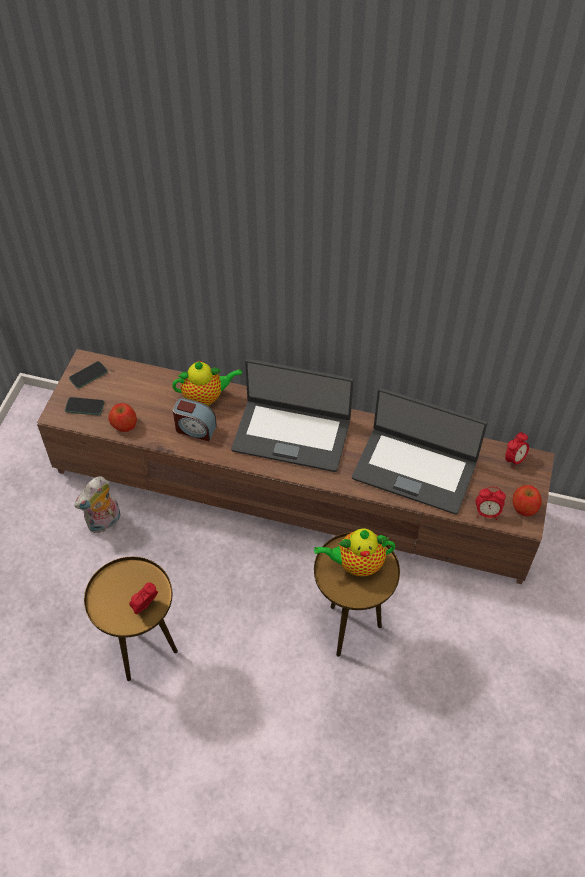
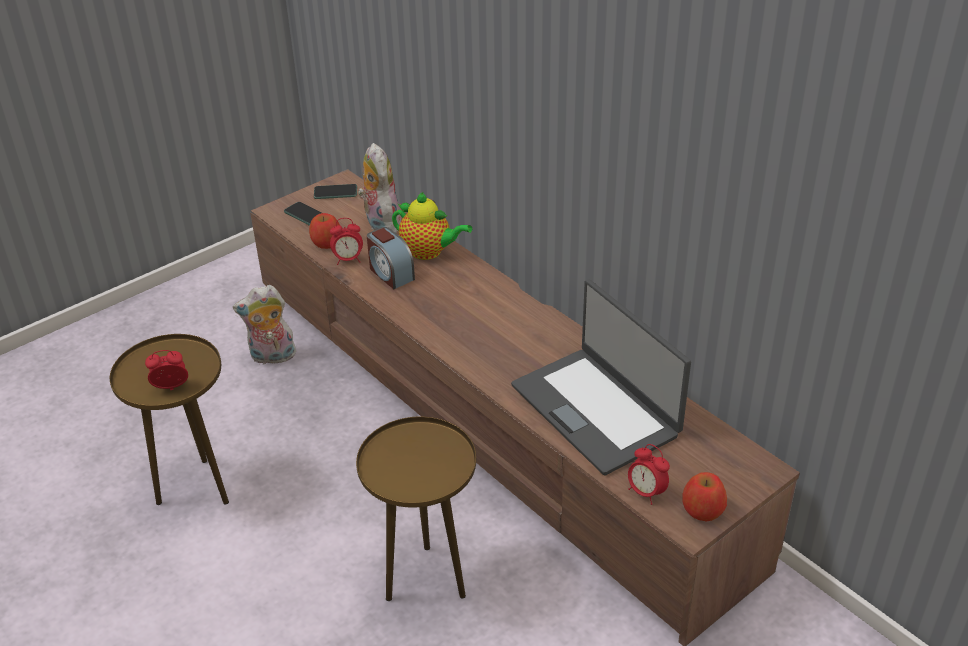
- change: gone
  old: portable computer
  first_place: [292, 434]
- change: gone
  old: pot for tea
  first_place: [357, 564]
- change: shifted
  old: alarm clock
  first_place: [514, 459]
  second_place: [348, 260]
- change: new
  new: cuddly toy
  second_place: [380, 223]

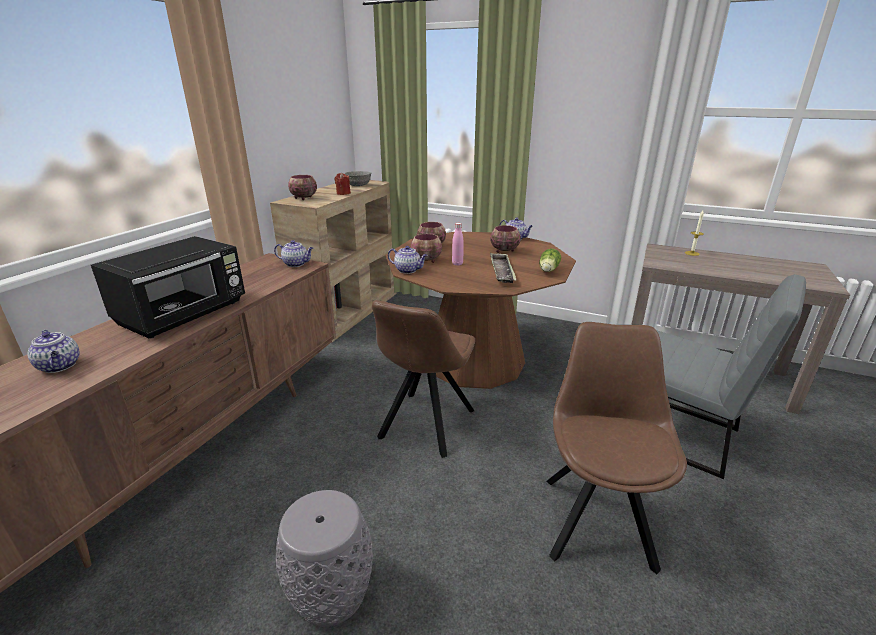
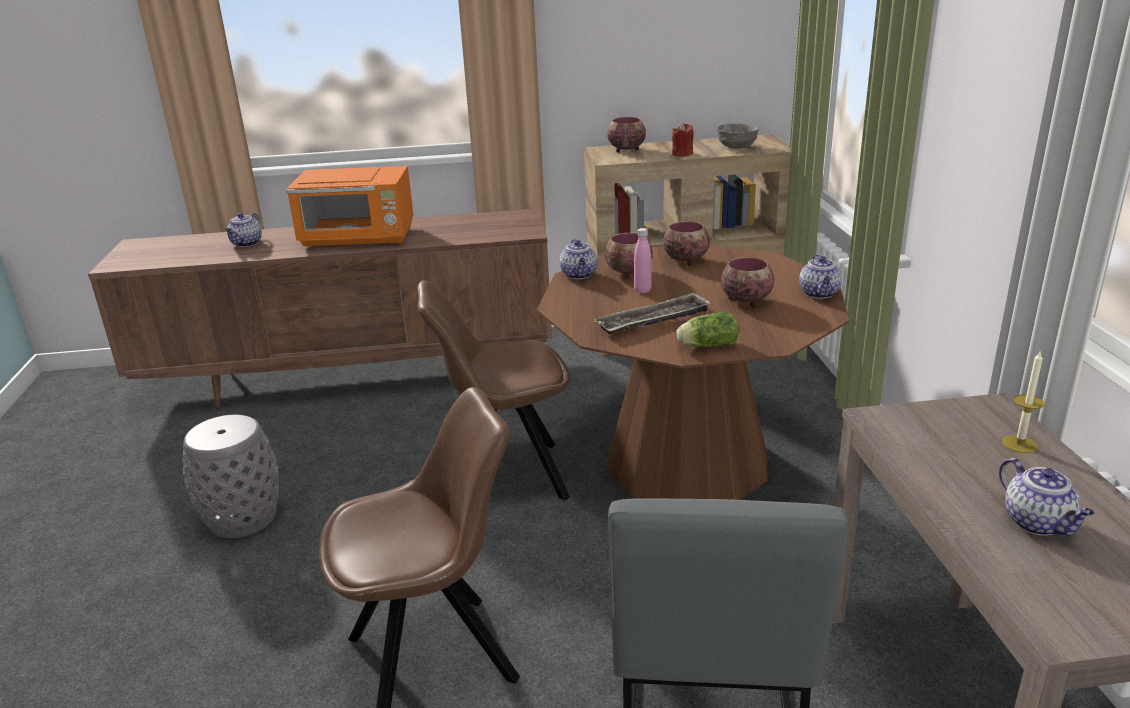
- change: repainted
  old: microwave oven/black
  new: microwave oven/orangey
  first_place: [185, 314]
  second_place: [359, 238]
- change: shifted
  old: pot for tea
  first_place: [296, 264]
  second_place: [1038, 523]

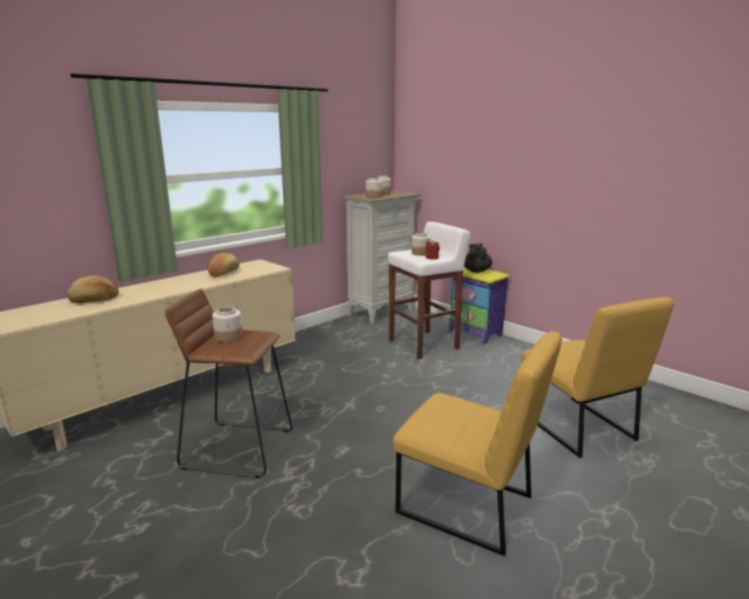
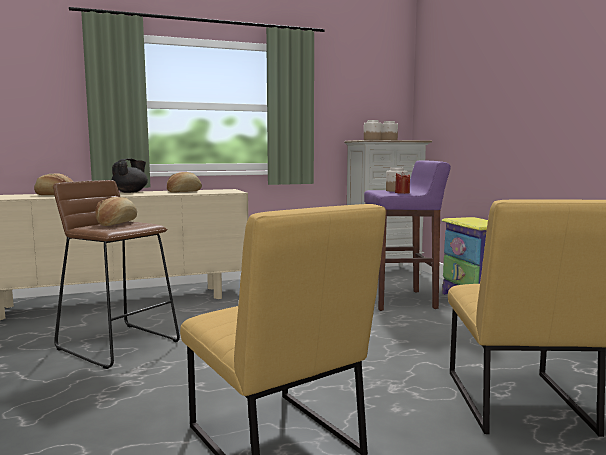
- change: swapped
  old: storage jar
  new: bread
  first_place: [229, 337]
  second_place: [117, 223]
- change: repainted
  old: stool/white-coloured
  new: stool/purplish
  first_place: [424, 344]
  second_place: [401, 300]
- change: shifted
  old: pot for tea/black
  first_place: [476, 271]
  second_place: [130, 192]

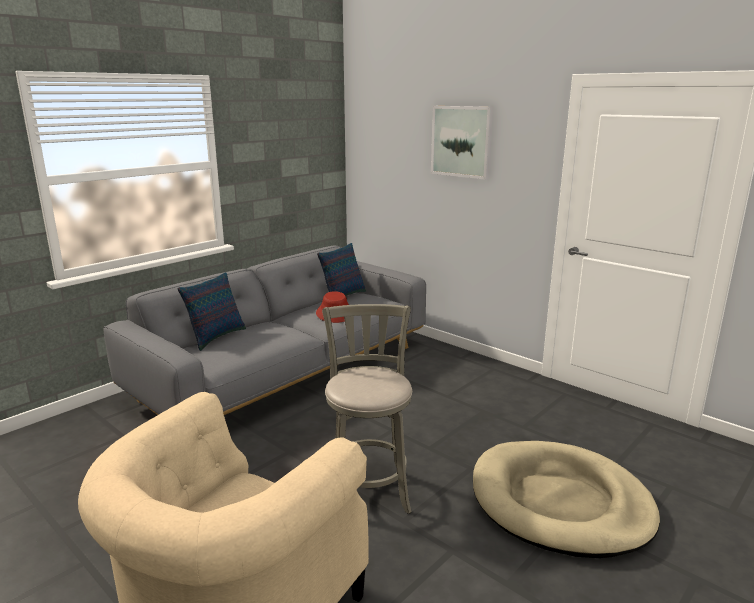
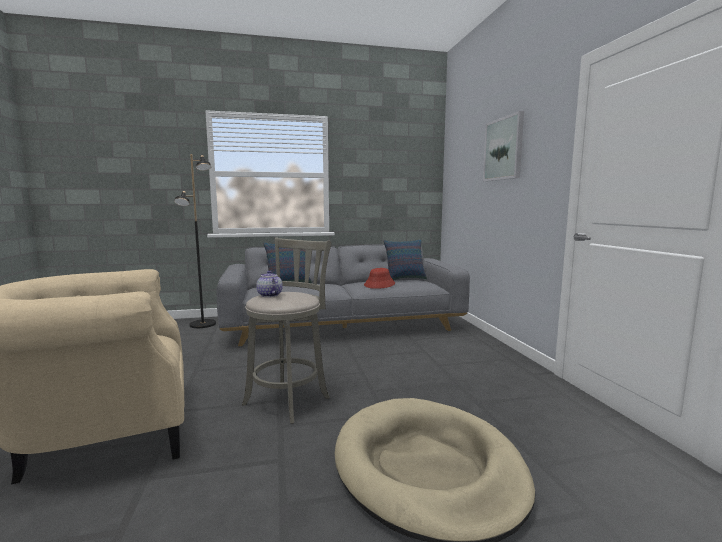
- change: new
  new: standing lamp/black
  second_place: [203, 324]
- change: new
  new: pot for tea
  second_place: [269, 295]

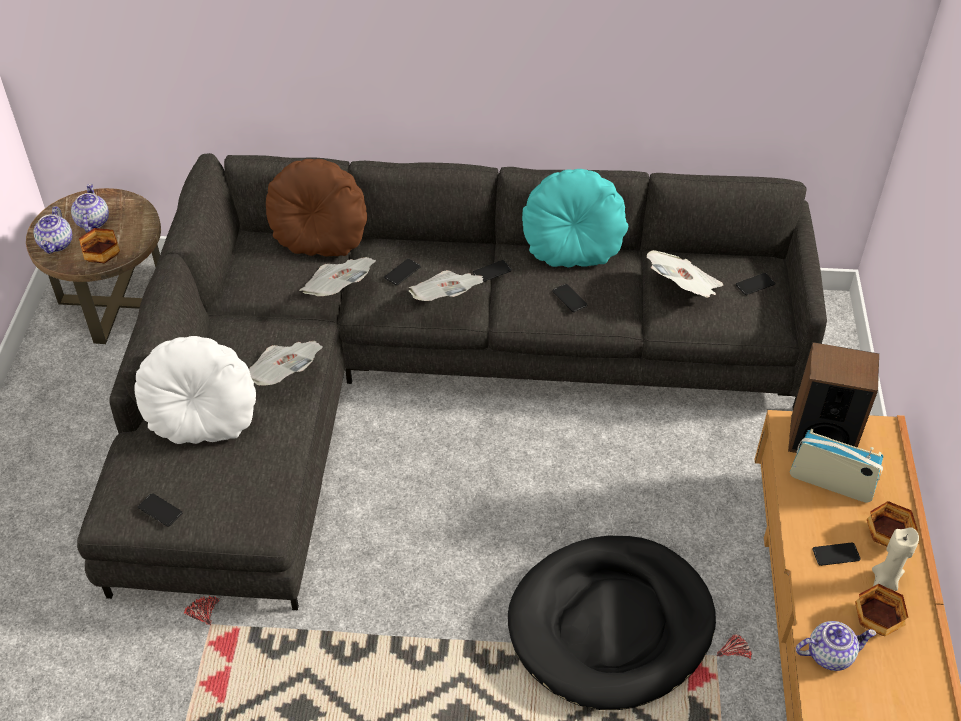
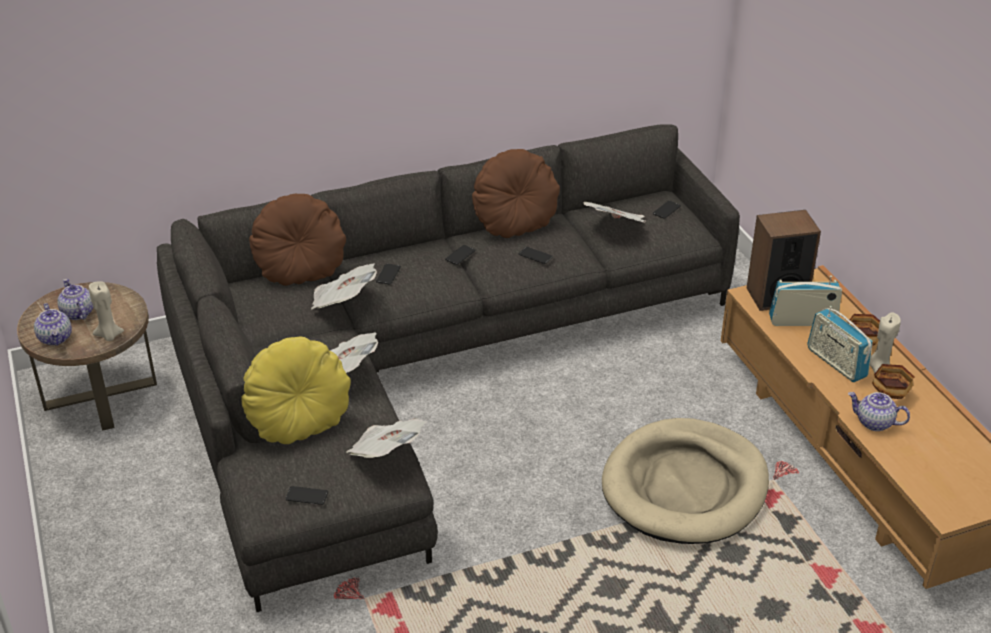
- change: swapped
  old: serving bowl
  new: wax candle/beige-coloured
  first_place: [103, 257]
  second_place: [109, 335]
- change: repainted
  old: throw pillow/white-coloured
  new: throw pillow/yellowish
  first_place: [204, 426]
  second_place: [300, 427]
- change: shifted
  old: newspaper
  first_place: [445, 299]
  second_place: [387, 453]
- change: repainted
  old: dog cushion/black
  new: dog cushion/beige-coloured
  first_place: [611, 625]
  second_place: [685, 486]
- change: repainted
  old: throw pillow/turquoise
  new: throw pillow/brown-coloured
  first_place: [572, 254]
  second_place: [515, 227]
- change: rotated
  old: pot for tea
  first_place: [830, 654]
  second_place: [874, 423]
  degrees: -120
- change: swapped
  old: telephone
  new: radio
  first_place: [836, 554]
  second_place: [836, 363]

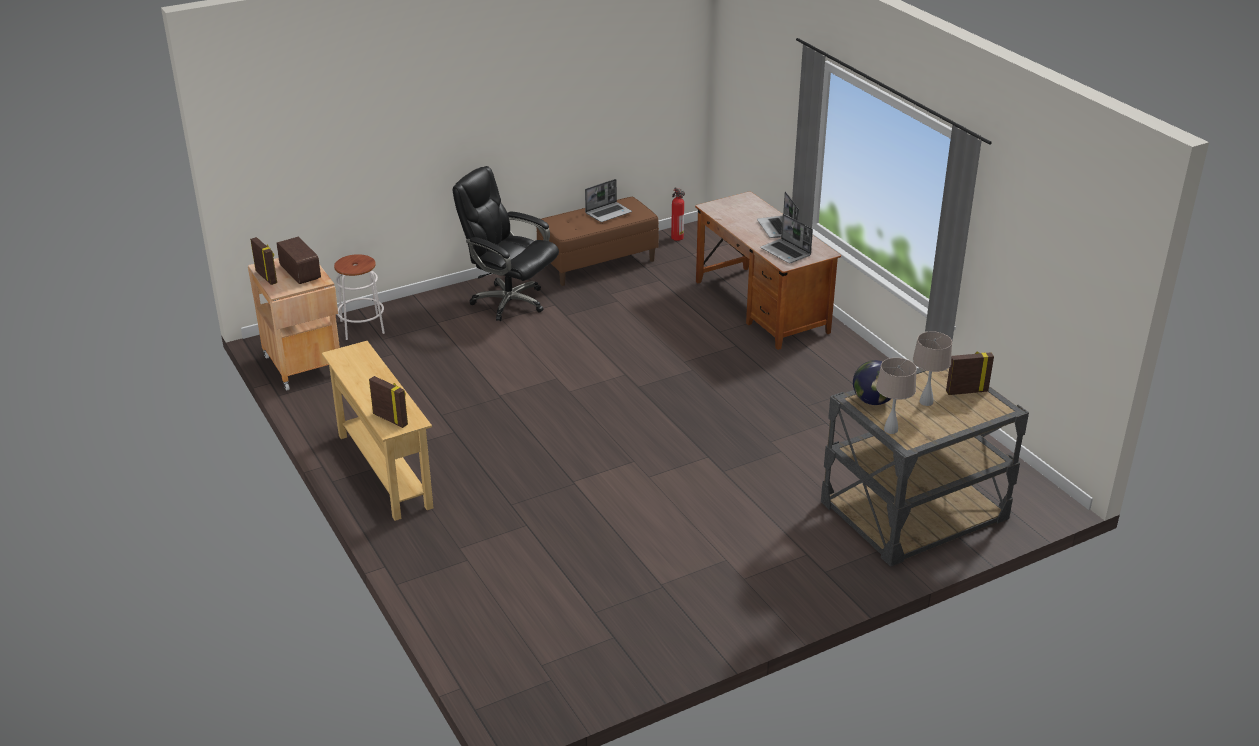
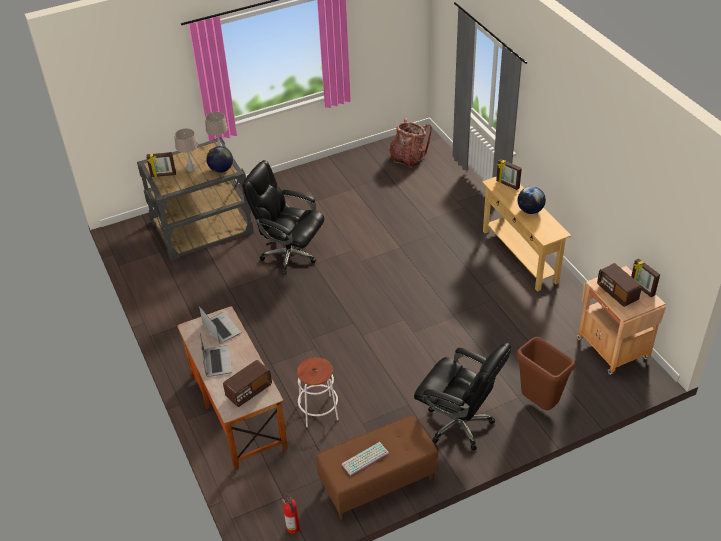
- change: shifted
  old: stool/white-coloured
  first_place: [362, 327]
  second_place: [318, 411]
- change: swapped
  old: portable computer
  new: computer keyboard
  first_place: [608, 213]
  second_place: [365, 459]
- change: new
  new: radio
  second_place: [249, 391]
- change: new
  new: desk chair/black
  second_place: [290, 255]
- change: new
  new: knapsack
  second_place: [408, 158]
- change: new
  new: desk globe
  second_place: [530, 210]
- change: new
  new: rubbish bin/brown-coloured
  second_place: [539, 403]

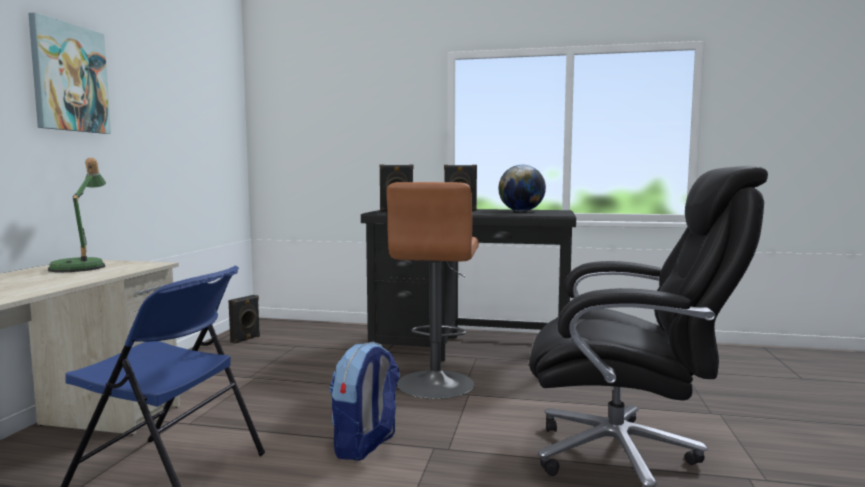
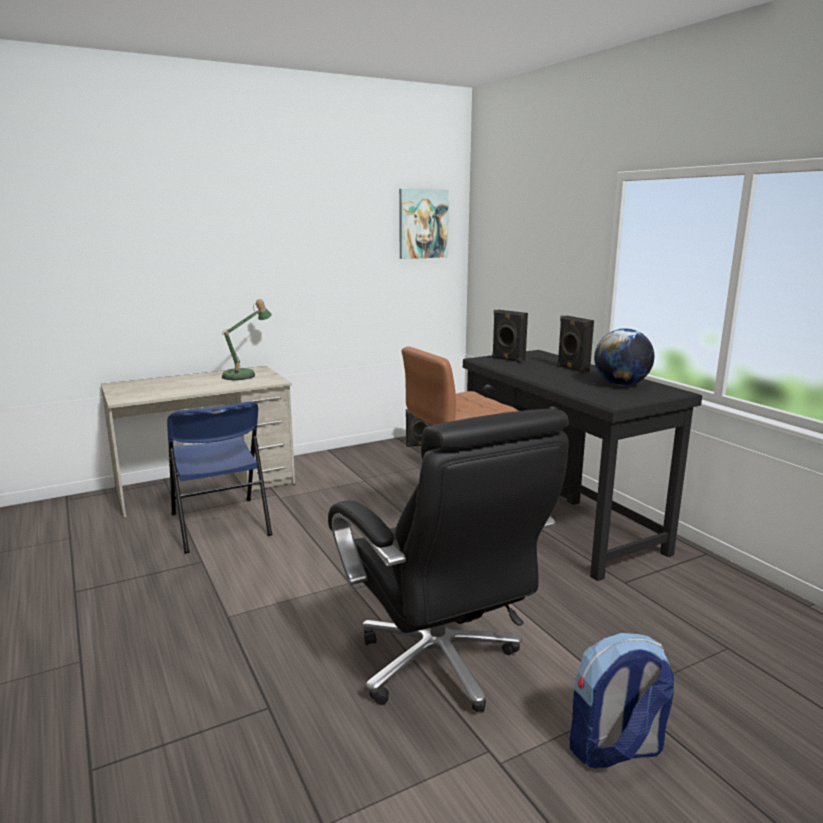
- change: shifted
  old: wall picture
  first_place: [69, 78]
  second_place: [423, 224]
- change: shifted
  old: knapsack
  first_place: [366, 445]
  second_place: [615, 750]

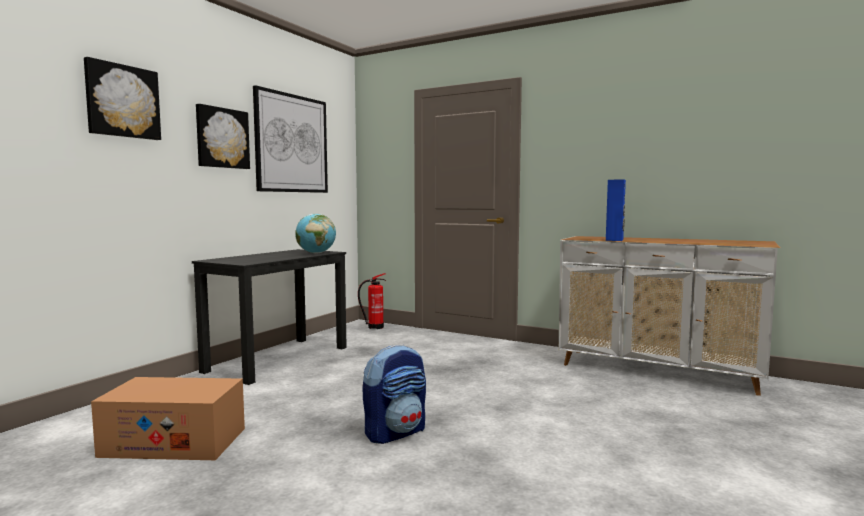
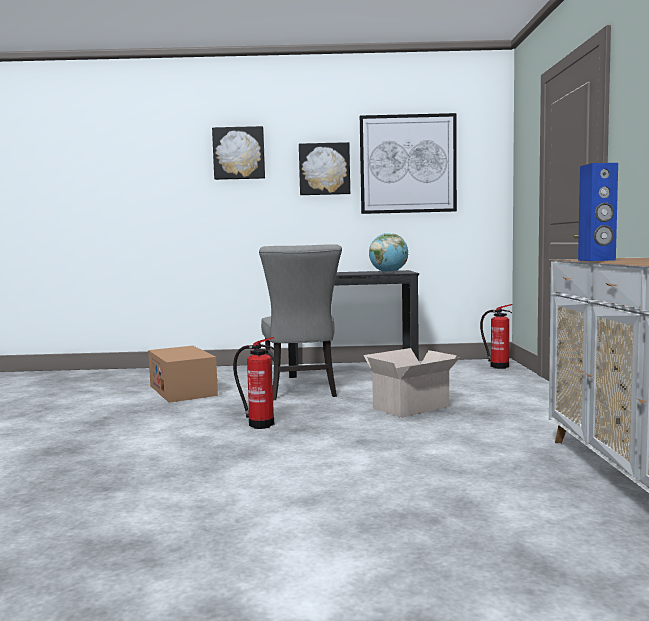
- change: swapped
  old: knapsack
  new: fire extinguisher
  first_place: [396, 432]
  second_place: [259, 424]
- change: new
  new: plain chair/greyish
  second_place: [302, 390]
- change: new
  new: cardboard box
  second_place: [413, 407]

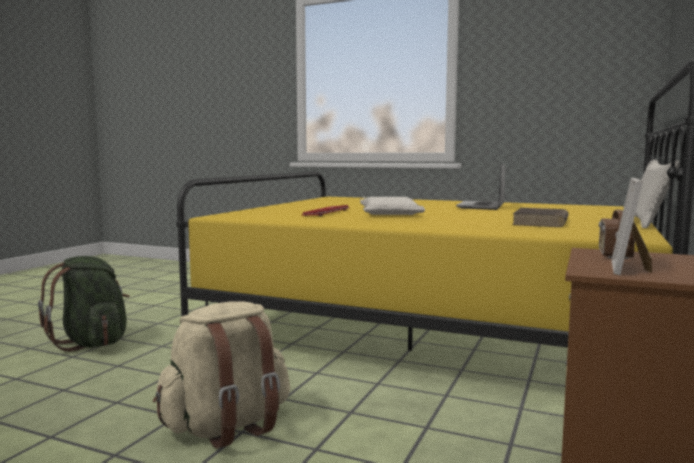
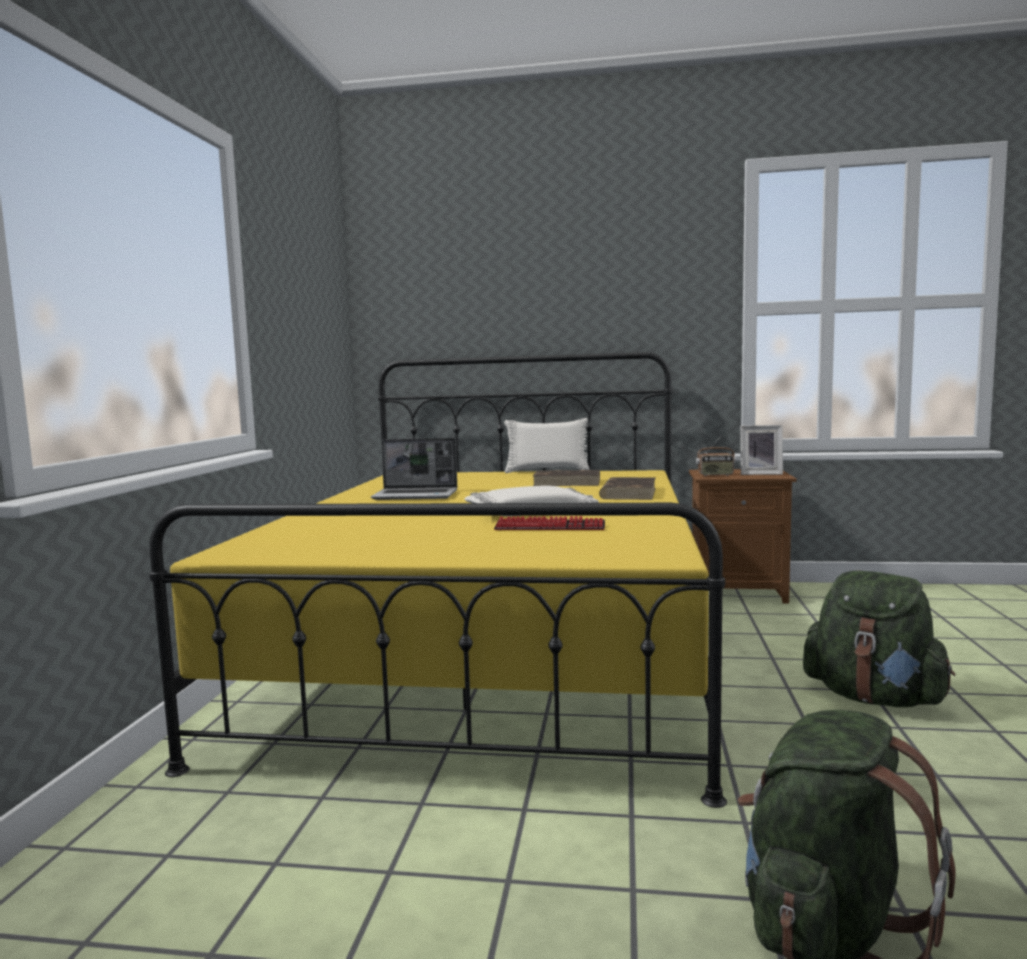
- change: repainted
  old: knapsack/beige-coloured
  new: knapsack/green-coloured
  first_place: [227, 426]
  second_place: [874, 698]
- change: new
  new: volume/brown-coloured
  second_place: [628, 493]

